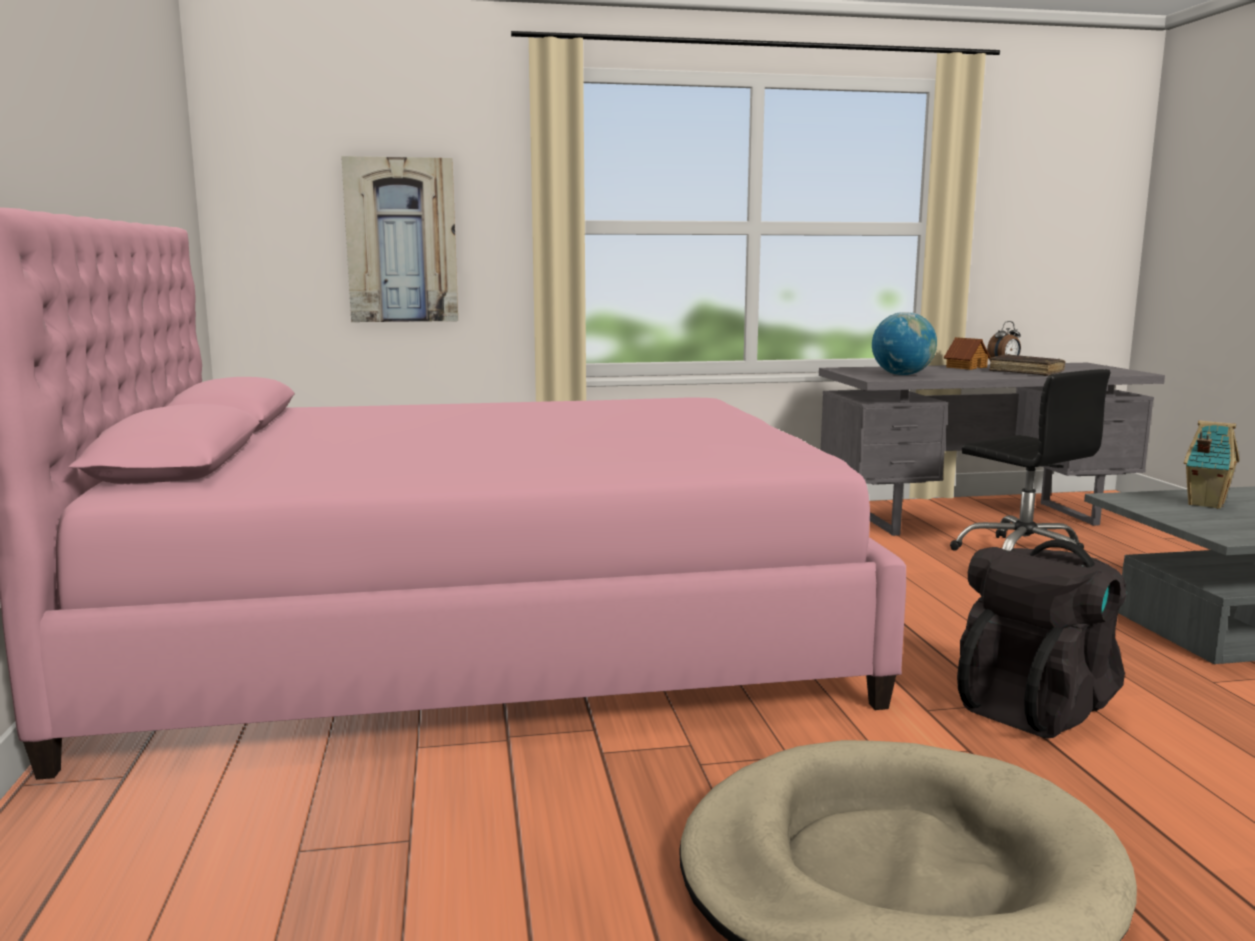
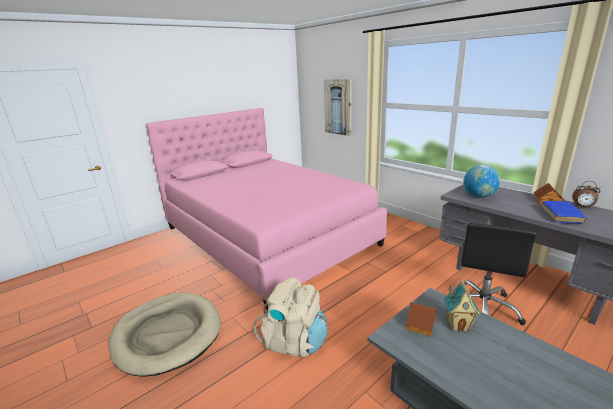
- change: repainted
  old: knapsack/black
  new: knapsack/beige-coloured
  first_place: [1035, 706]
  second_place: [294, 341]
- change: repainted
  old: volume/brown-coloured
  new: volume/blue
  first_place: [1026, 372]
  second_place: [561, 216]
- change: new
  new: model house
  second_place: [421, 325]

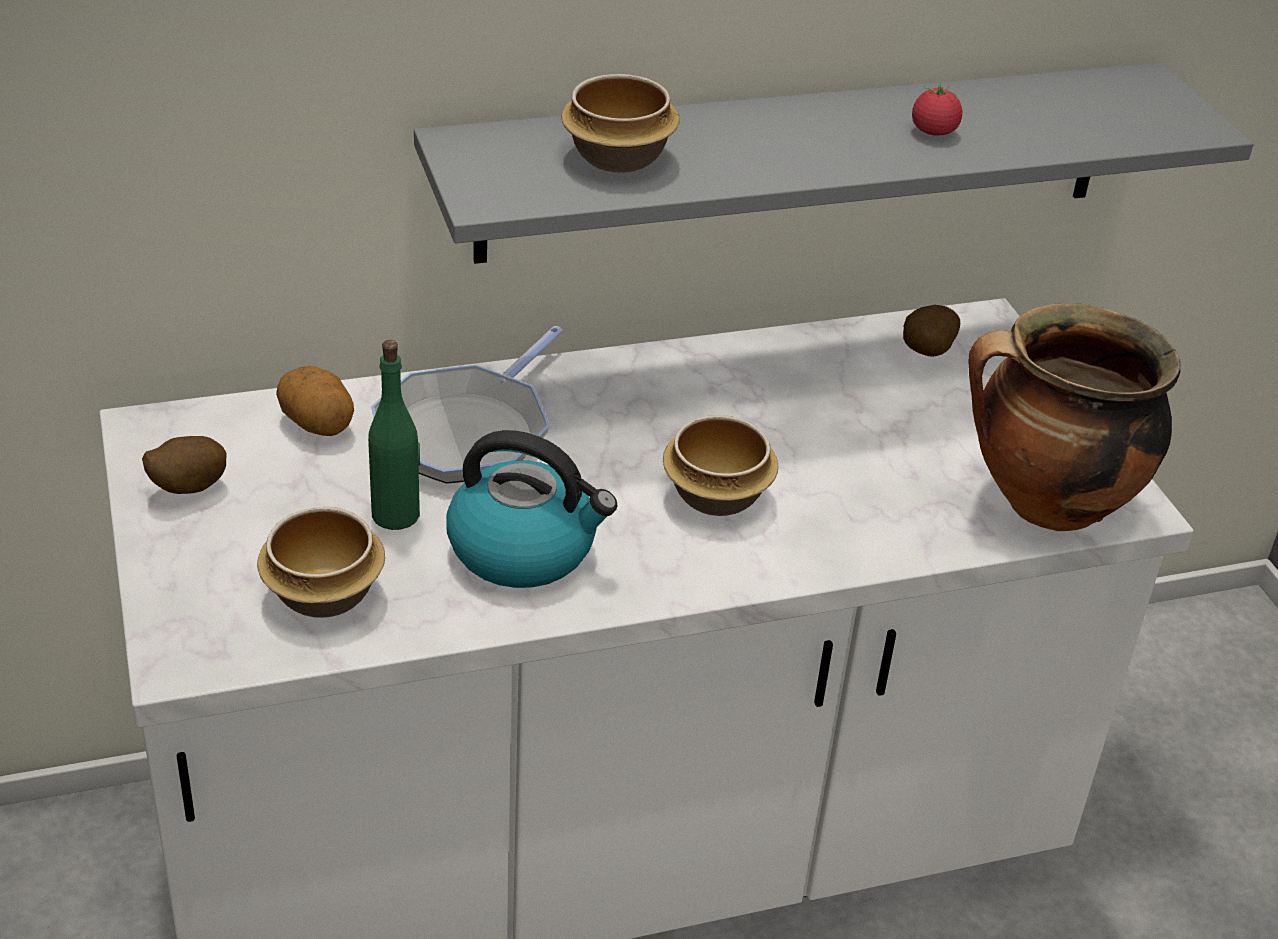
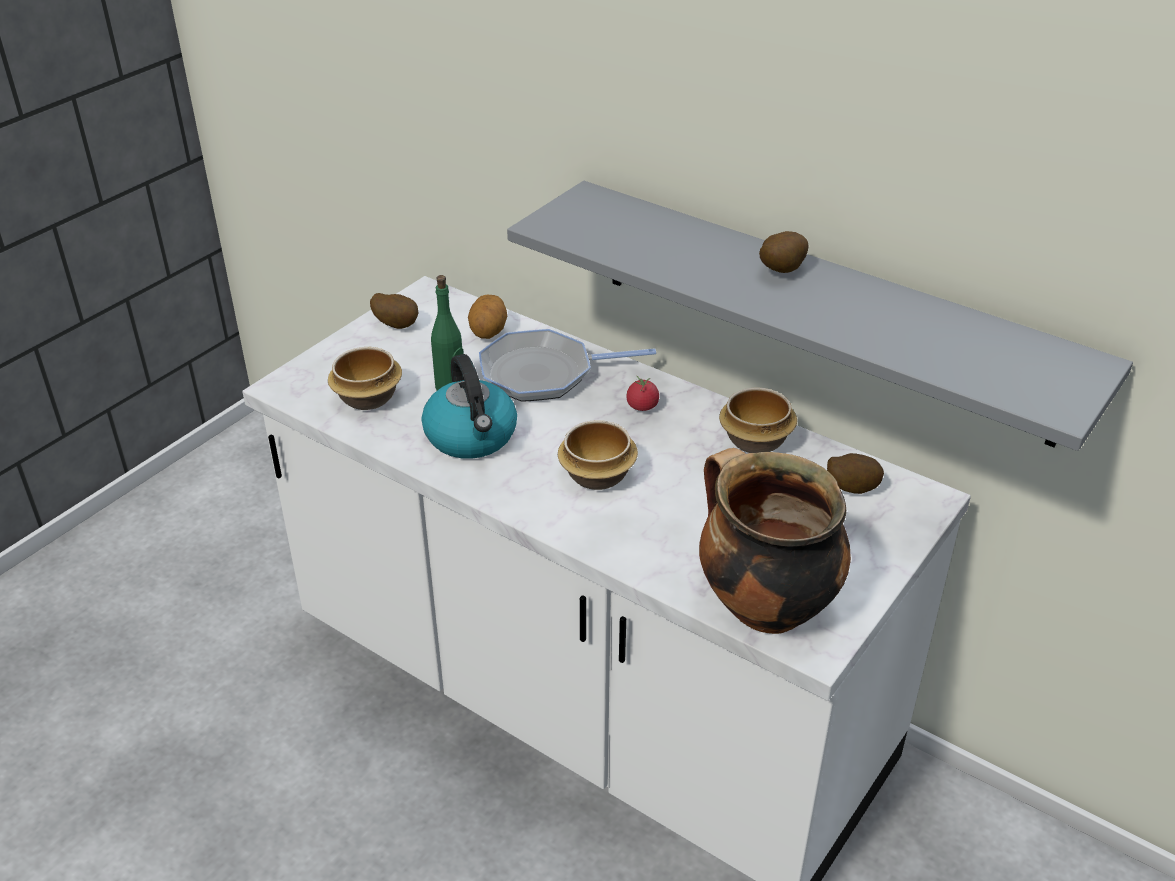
- change: shifted
  old: serving bowl
  first_place: [620, 158]
  second_place: [756, 442]
- change: shifted
  old: whole tomato
  first_place: [933, 131]
  second_place: [642, 406]
- change: new
  new: potato
  second_place: [779, 271]

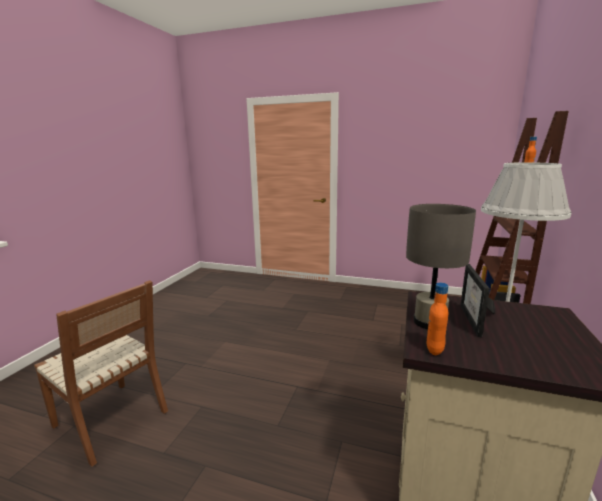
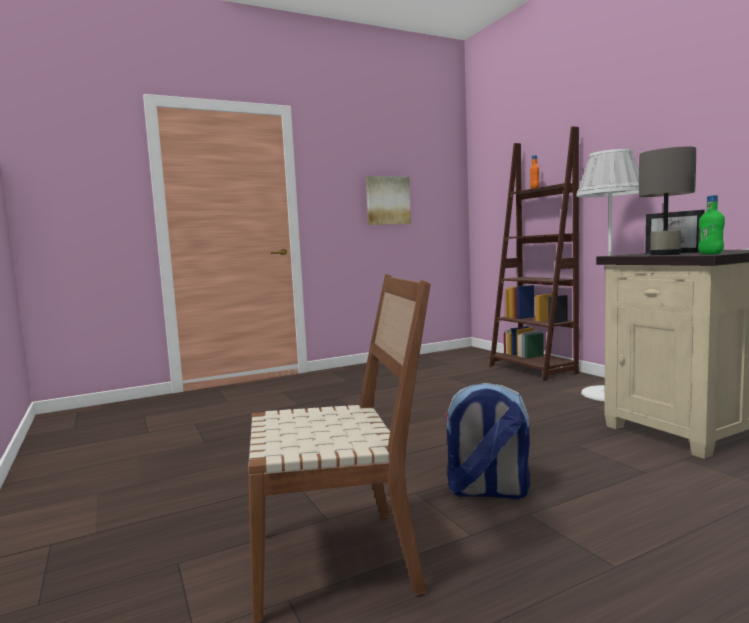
- change: repainted
  old: drink bottle/orangey
  new: drink bottle/green-coloured
  first_place: [435, 349]
  second_place: [710, 254]
- change: new
  new: wall picture
  second_place: [387, 200]
- change: new
  new: knapsack
  second_place: [487, 491]

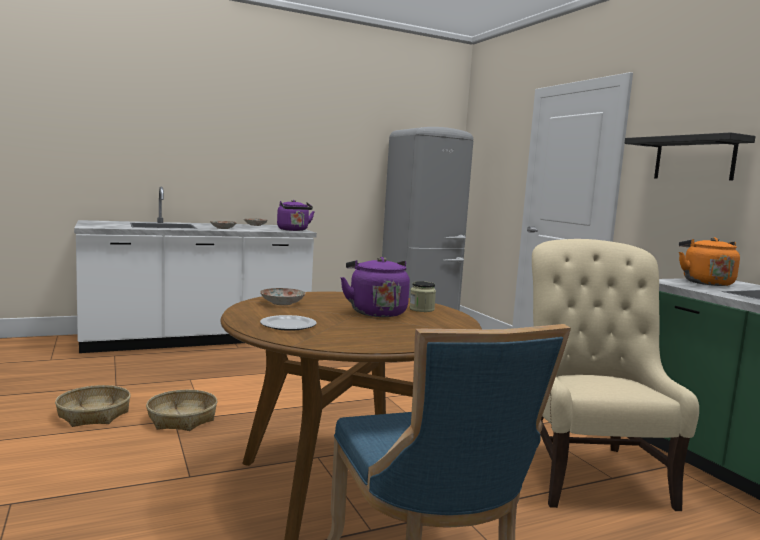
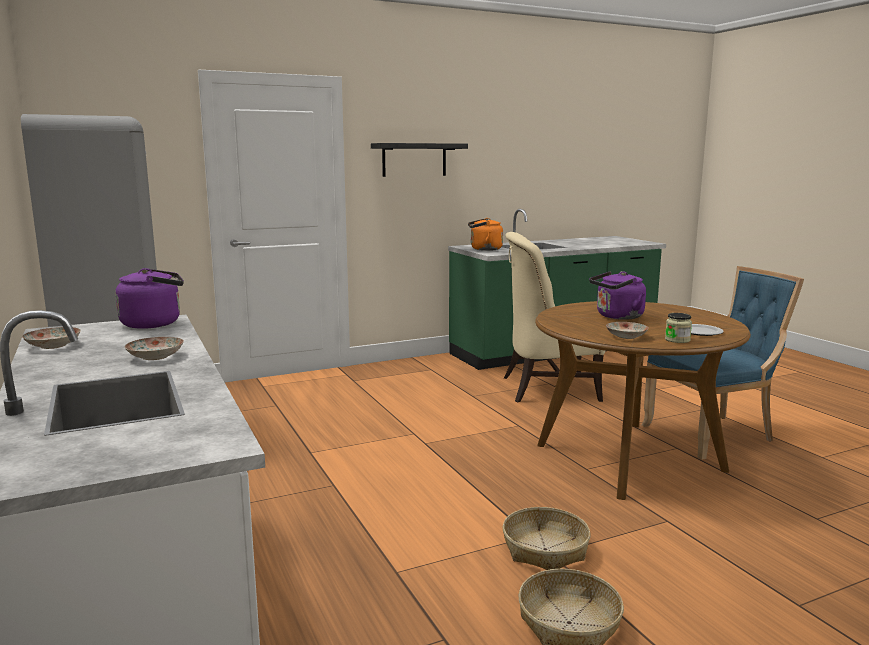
- change: shifted
  old: storage jar
  first_place: [421, 309]
  second_place: [677, 340]

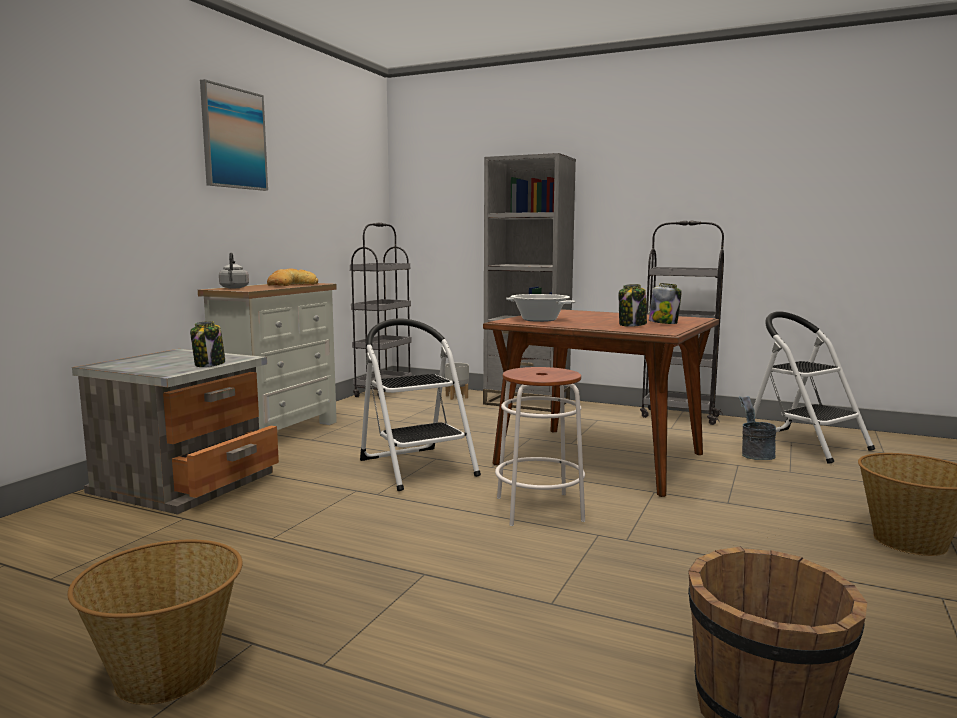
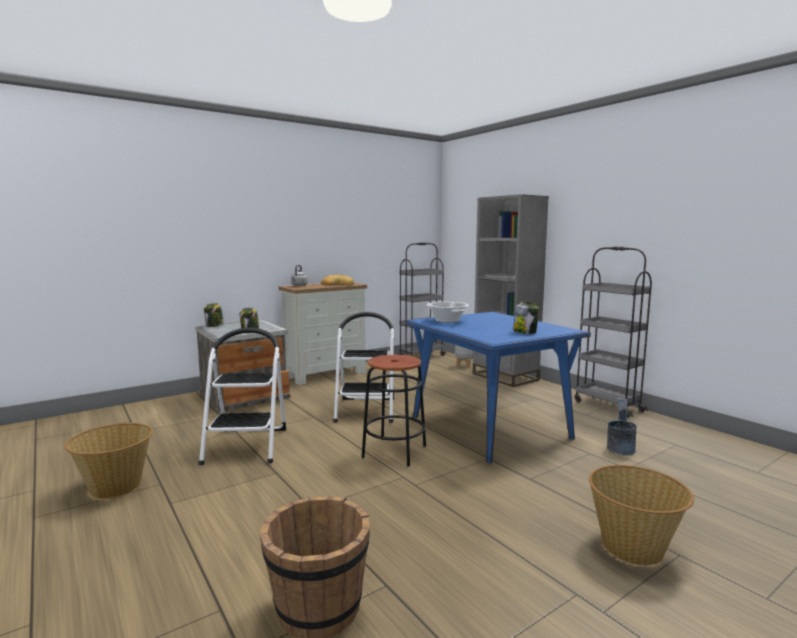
- change: gone
  old: wall picture
  first_place: [233, 138]
- change: repainted
  old: dining table/brown-coloured
  new: dining table/blue
  first_place: [600, 459]
  second_place: [489, 427]
- change: repainted
  old: stool/white-coloured
  new: stool/black
  first_place: [539, 509]
  second_place: [394, 451]
- change: shifted
  old: storage jar
  first_place: [632, 325]
  second_place: [214, 326]
- change: shifted
  old: step ladder
  first_place: [803, 444]
  second_place: [247, 445]

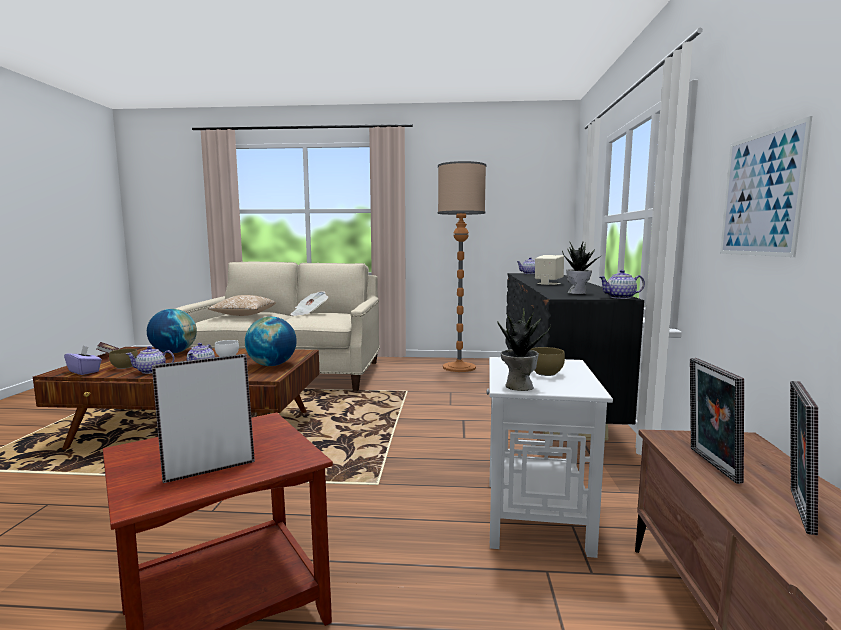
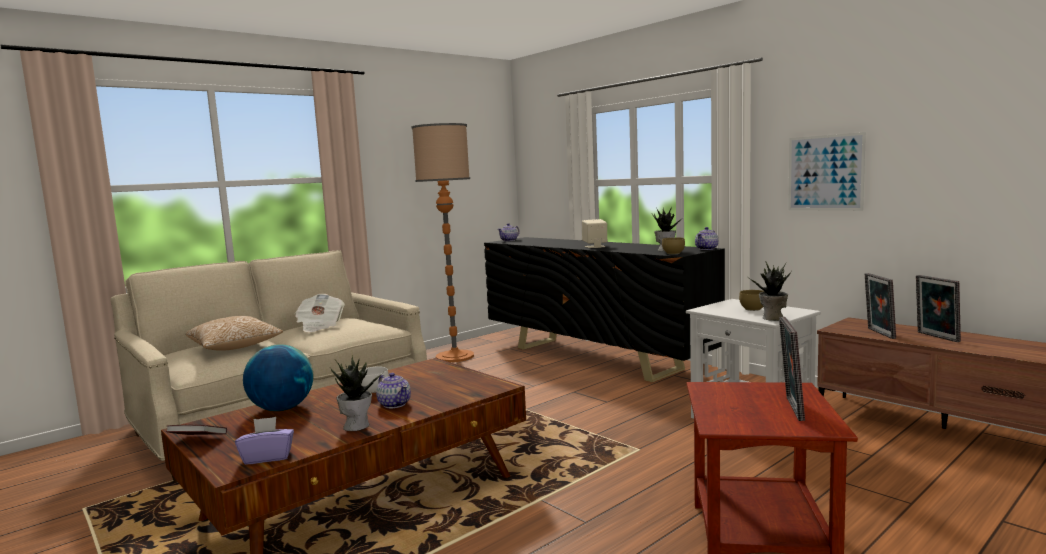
- change: shifted
  old: serving bowl/brown-coloured
  first_place: [125, 367]
  second_place: [673, 253]
- change: swapped
  old: pot for tea
  new: potted plant
  first_place: [151, 371]
  second_place: [357, 425]
- change: gone
  old: desk globe
  first_place: [272, 365]
- change: rotated
  old: photo frame
  first_place: [710, 465]
  second_place: [878, 333]
  degrees: 45

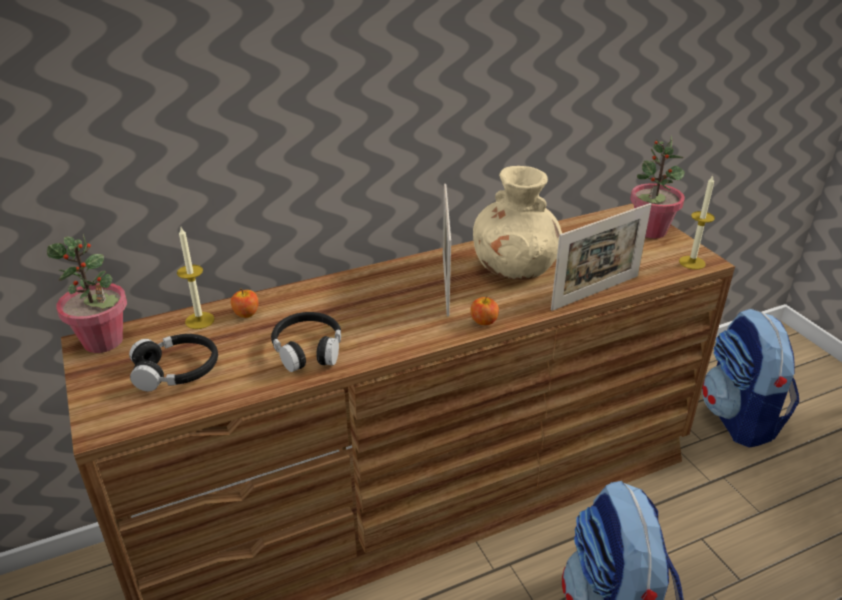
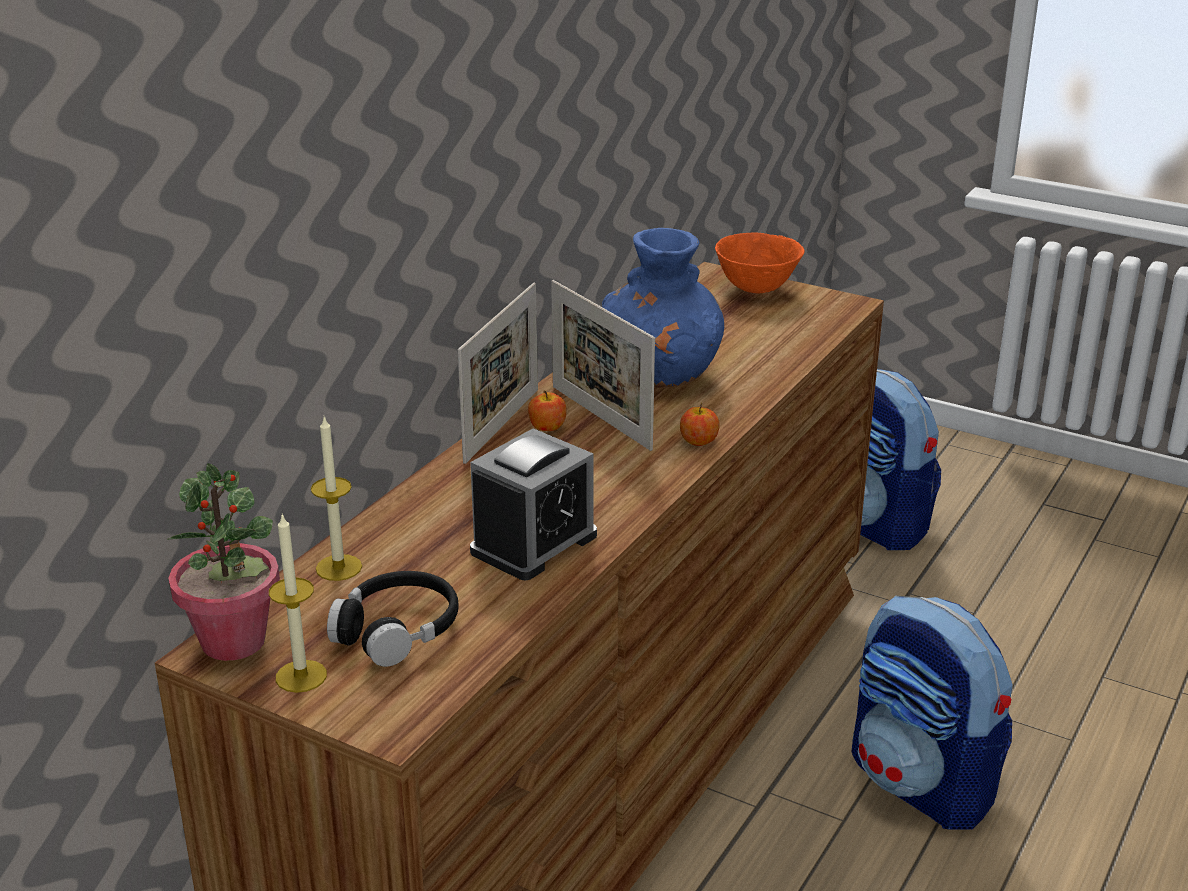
- change: shifted
  old: whole apple
  first_place: [246, 314]
  second_place: [547, 427]
- change: swapped
  old: headset/black
  new: alarm clock
  first_place: [308, 349]
  second_place: [534, 544]
- change: repainted
  old: decorative vase/beige-coloured
  new: decorative vase/blue
  first_place: [515, 268]
  second_place: [660, 375]
- change: shifted
  old: photo frame
  first_place: [595, 292]
  second_place: [502, 425]
- change: swapped
  old: potted plant
  new: serving bowl/orangey
  first_place: [650, 231]
  second_place: [757, 289]
- change: shifted
  old: wax candle
  first_place: [692, 262]
  second_place: [301, 676]

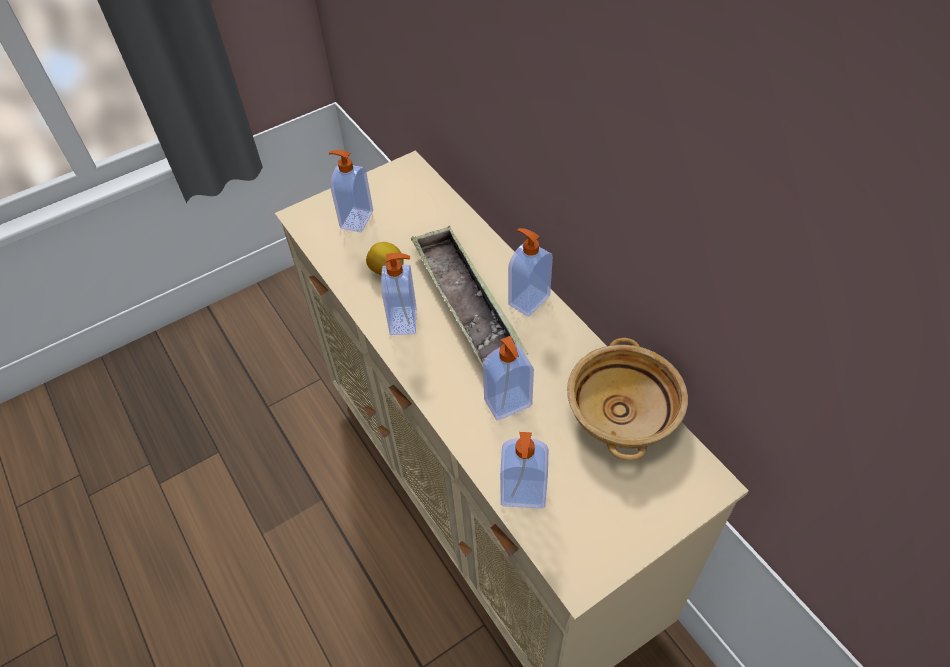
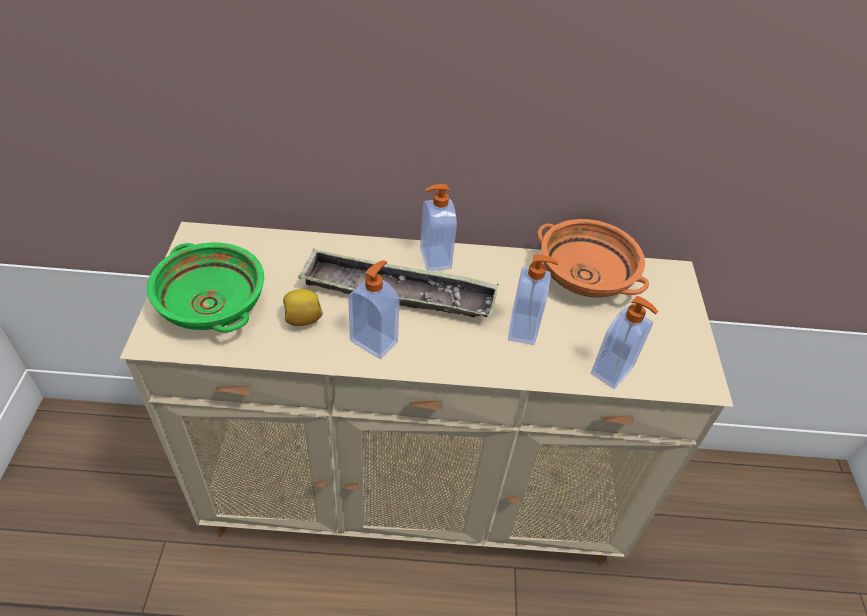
- change: swapped
  old: soap dispenser
  new: serving bowl/green-coloured
  first_place: [355, 219]
  second_place: [213, 305]
- change: repainted
  old: serving bowl/beige-coloured
  new: serving bowl/orangey
  first_place: [623, 413]
  second_place: [586, 276]

